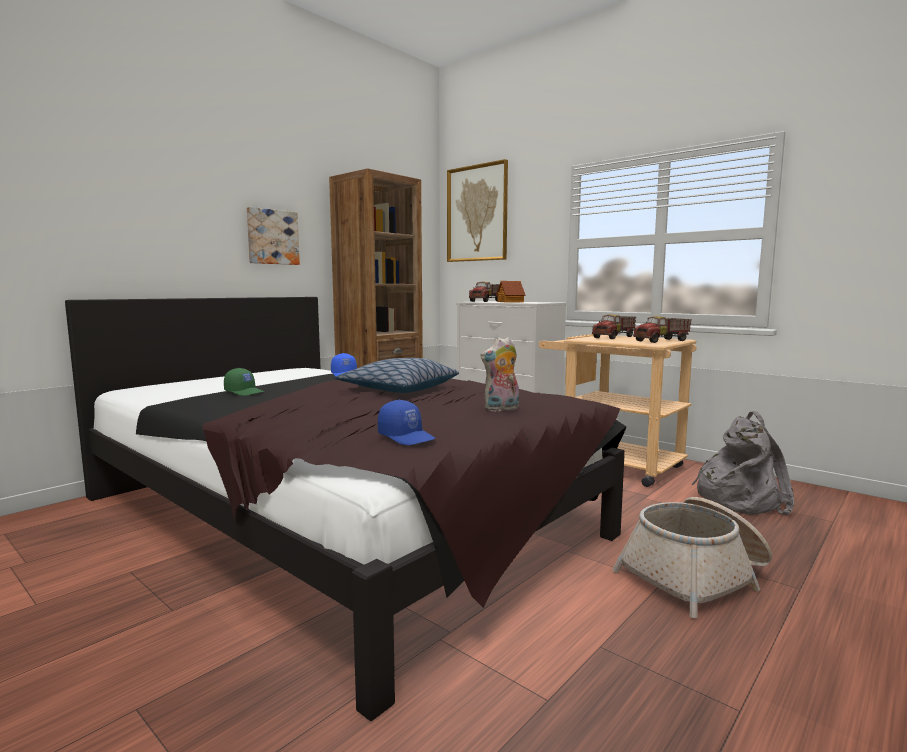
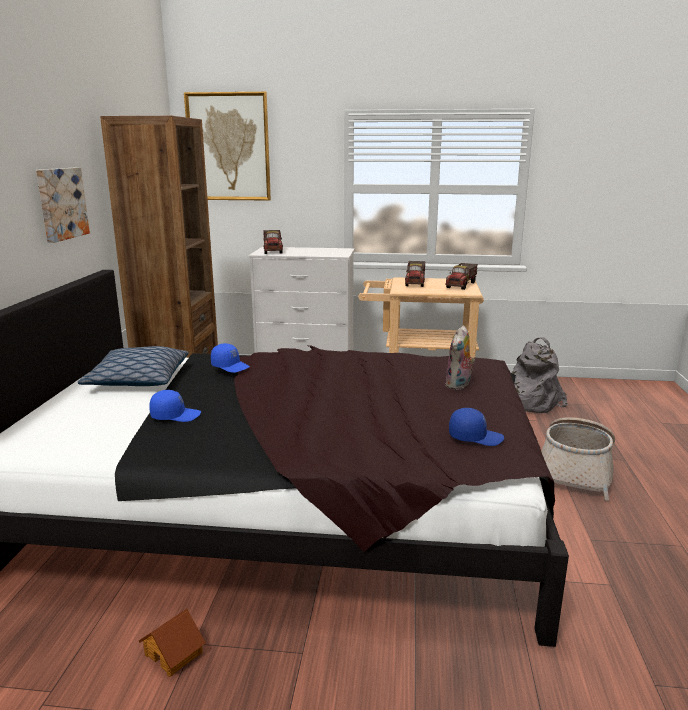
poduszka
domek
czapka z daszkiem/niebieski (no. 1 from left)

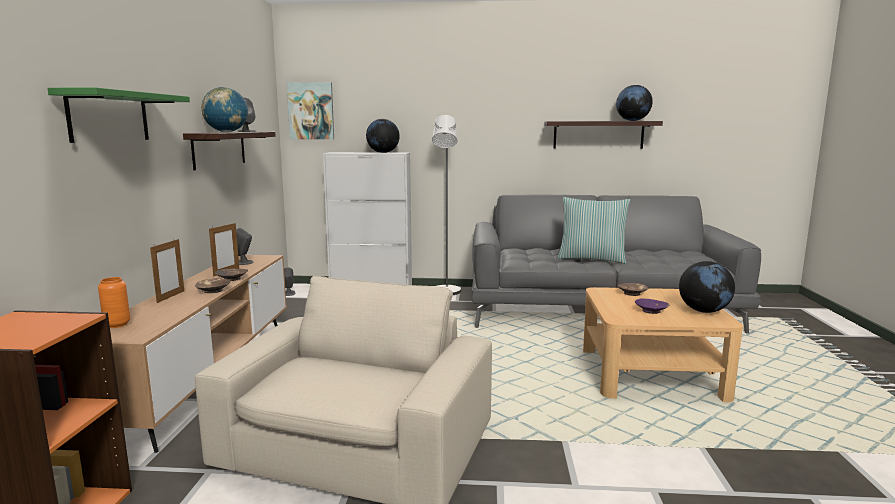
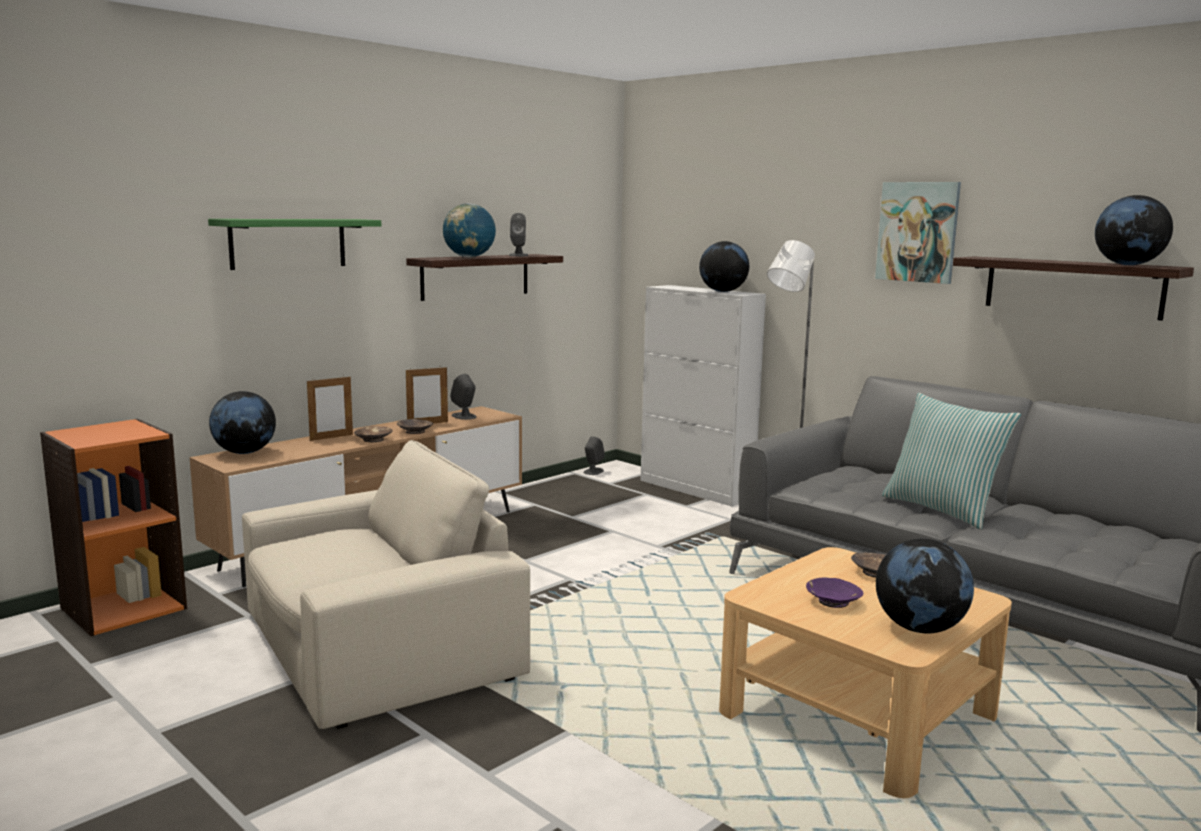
obraz
globus (no. 1 from left)

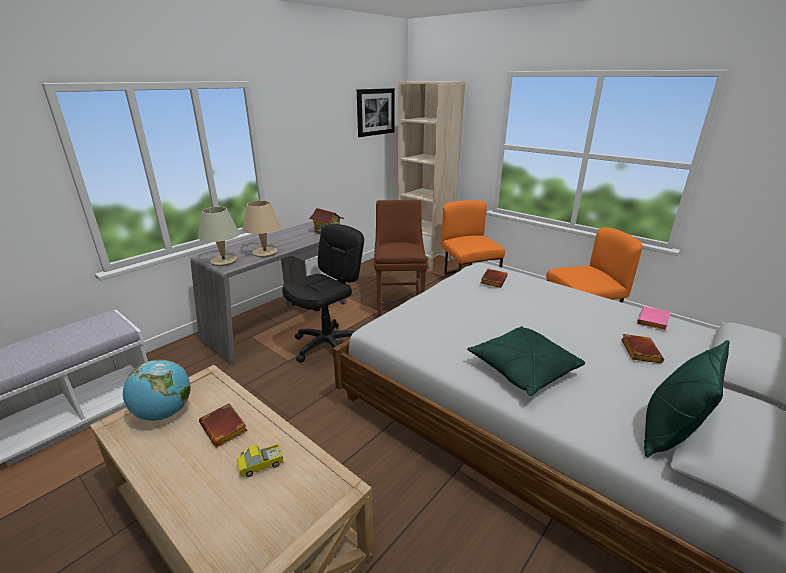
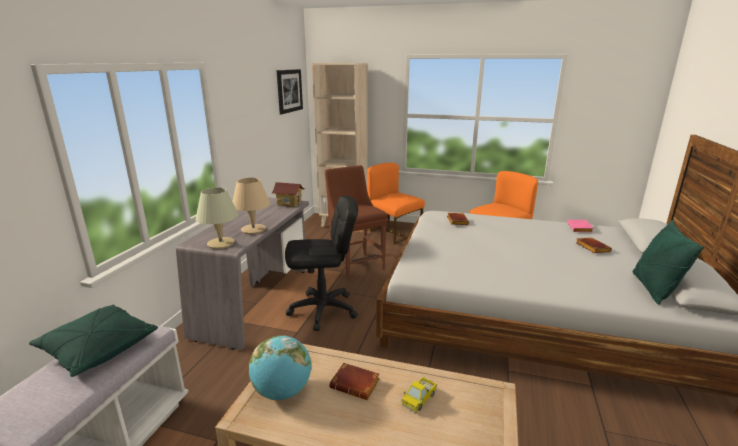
poduszka/zielony (no. 1 from left)
krzesło biurowe/czarny

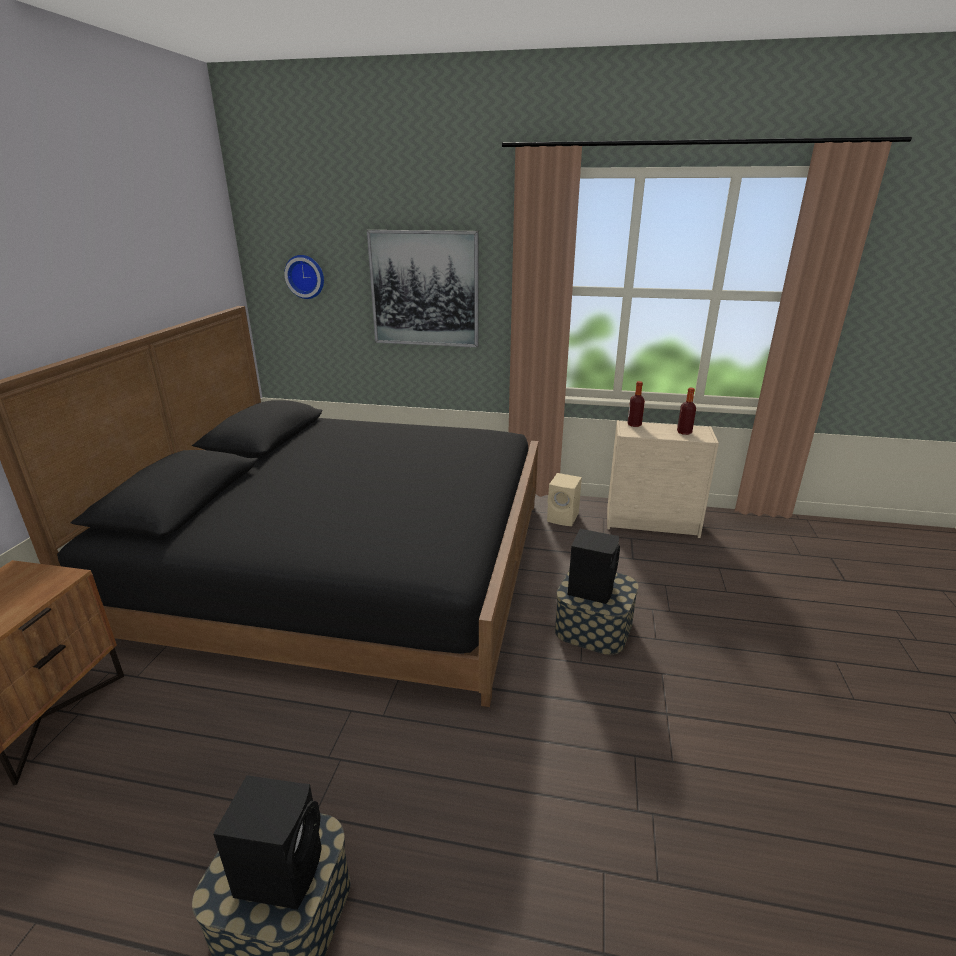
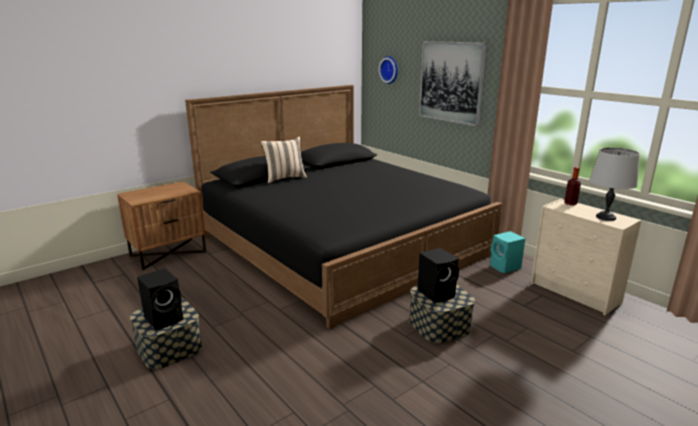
poduszka/beżowy
lampa stołowa/szary
głośnik/turkusowy

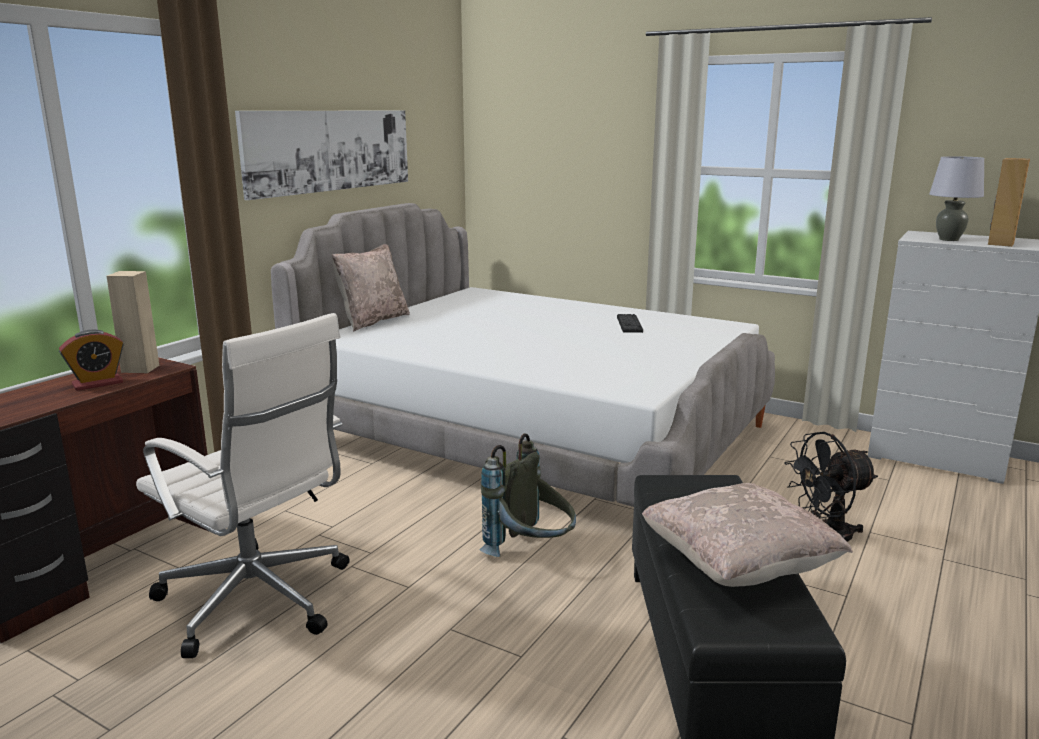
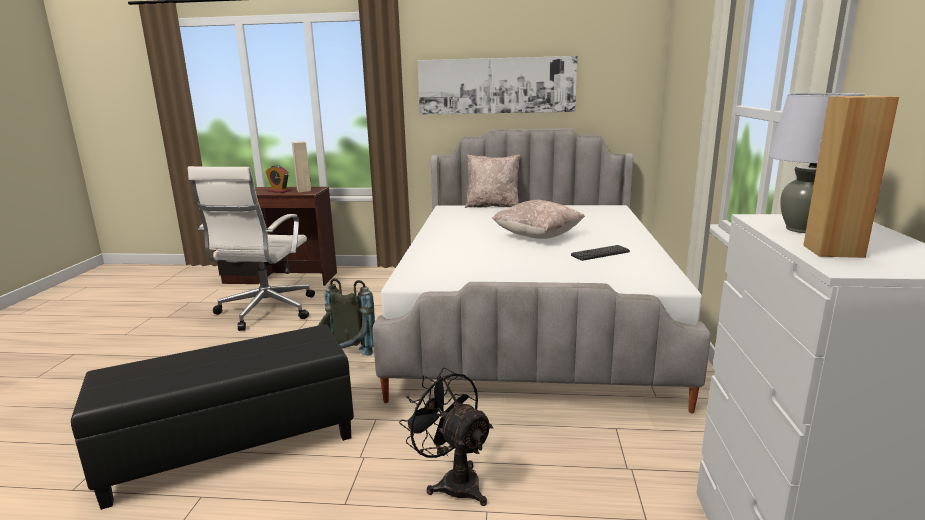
poduszka/beżowy (no. 2 from left)

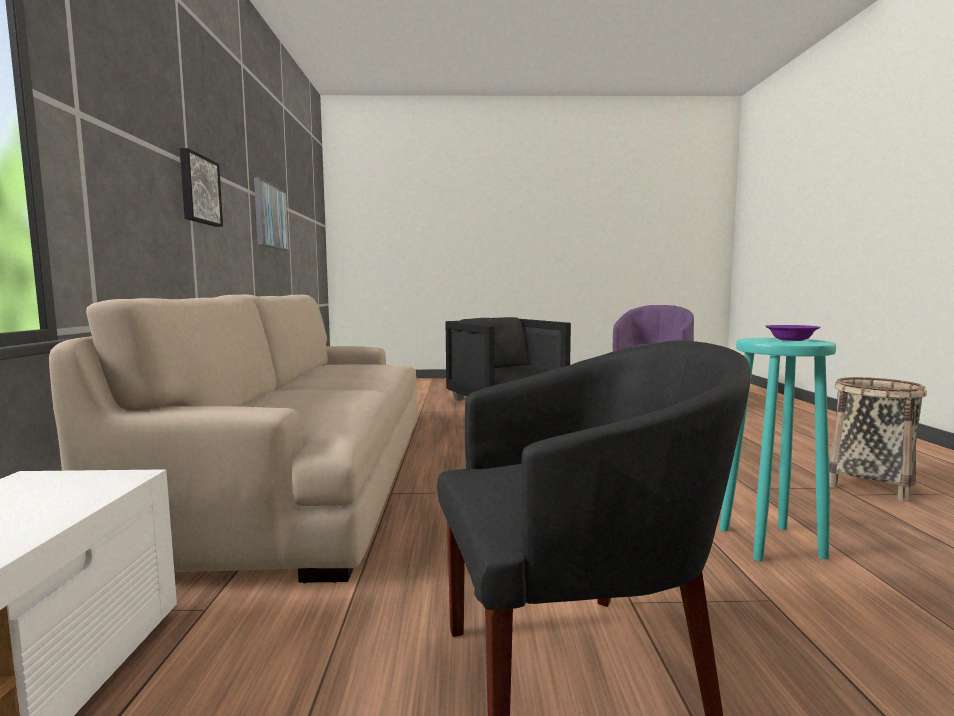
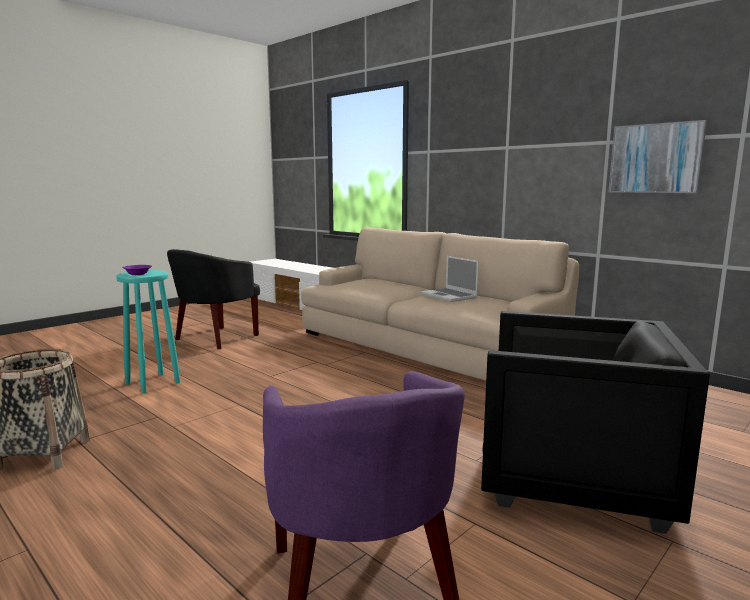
obraz (no. 1 from left in the first image)
laptop

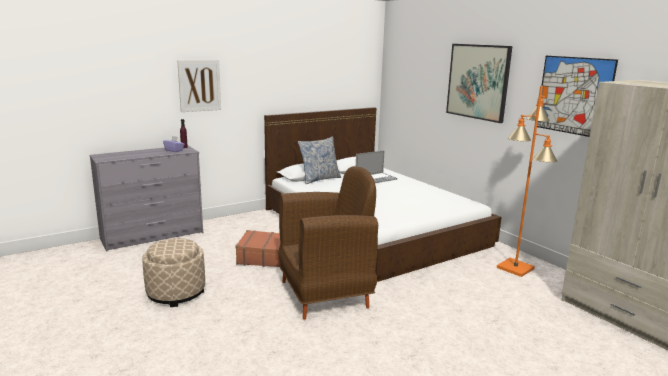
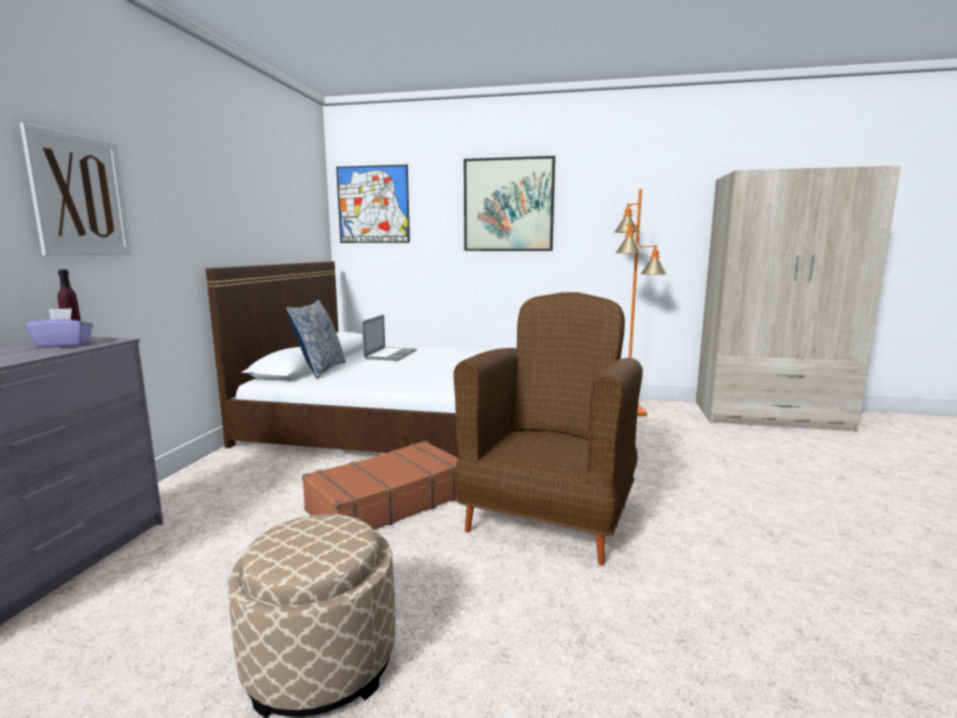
obraz (no. 2 from left)

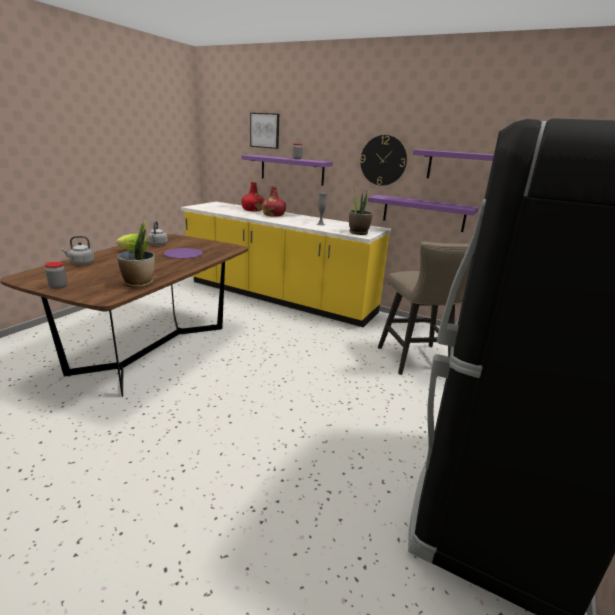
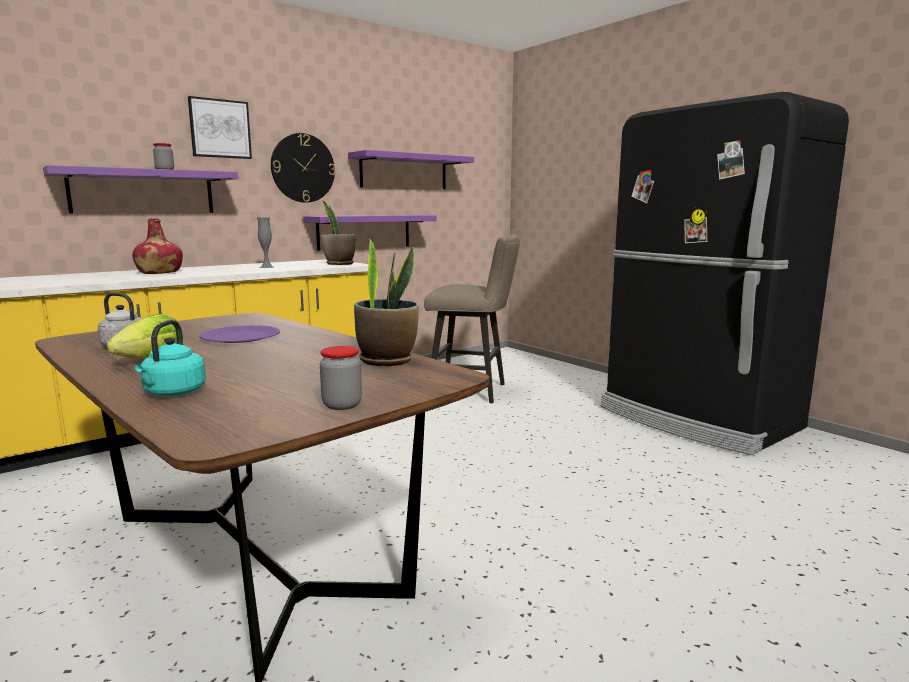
butelka/czerwony (no. 1 from left in the first image)
obraz
czajnik/turkusowy

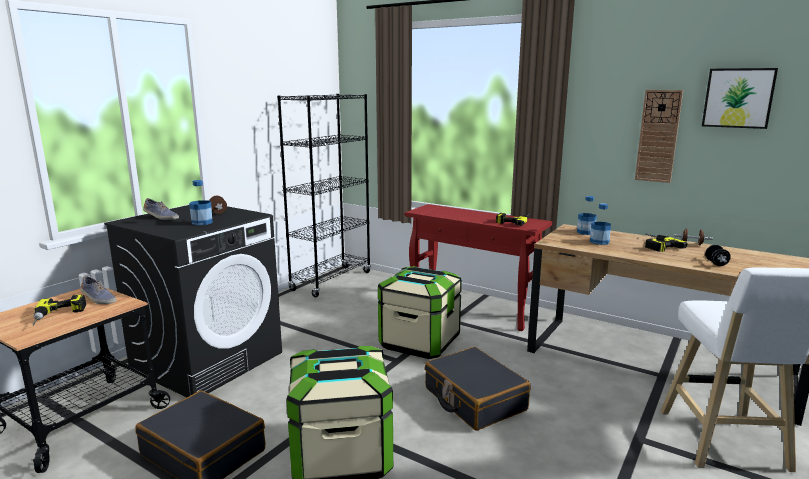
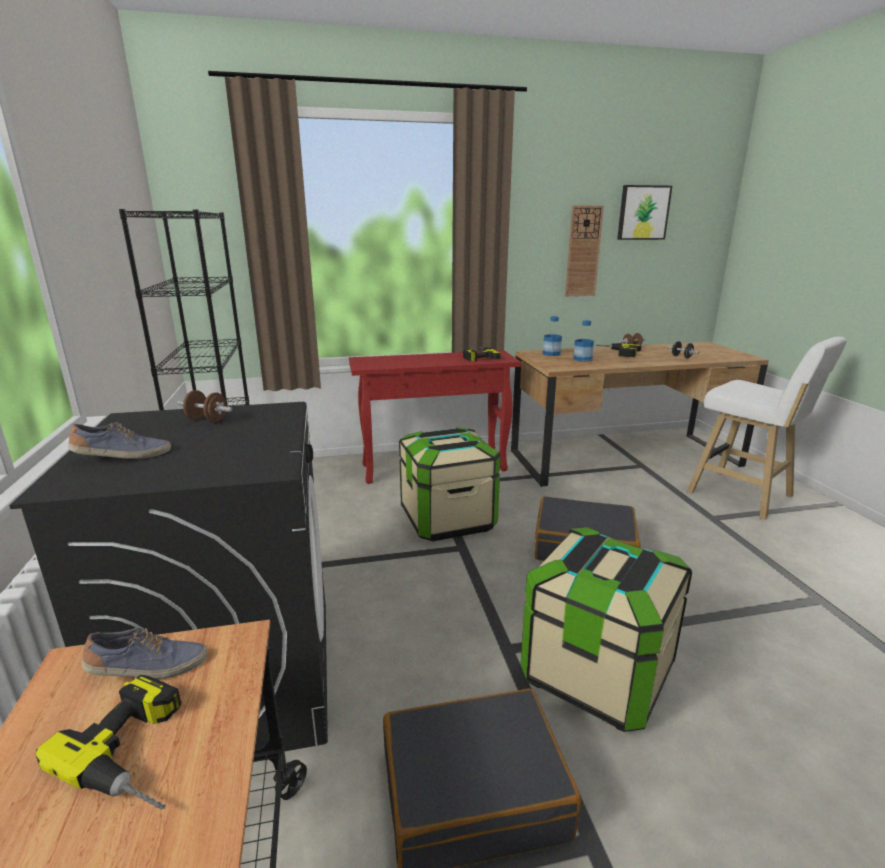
butelka (no. 1 from left in the first image)

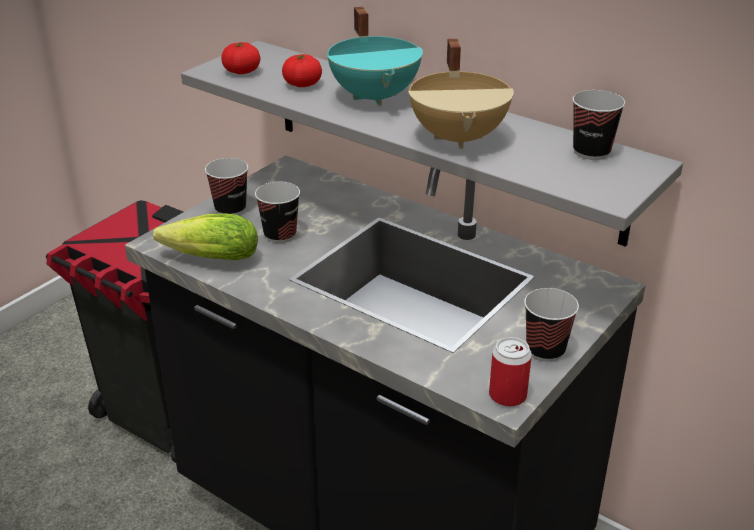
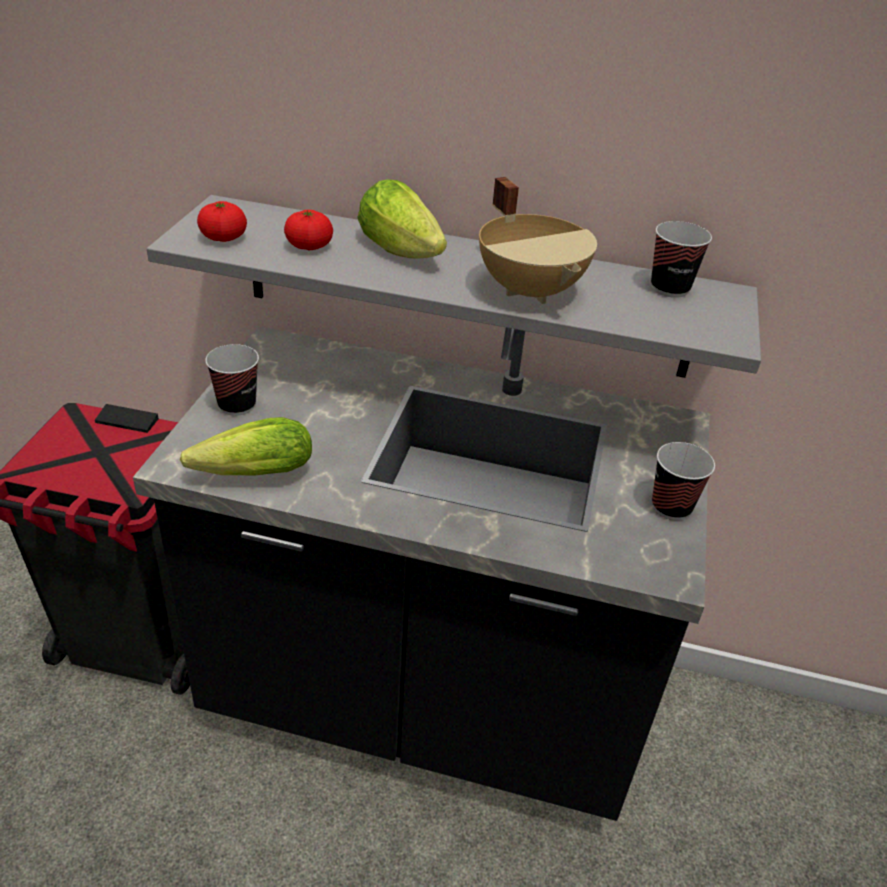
filiżanka (no. 2 from left in the first image)
puszka
sałata (no. 2 from left)

